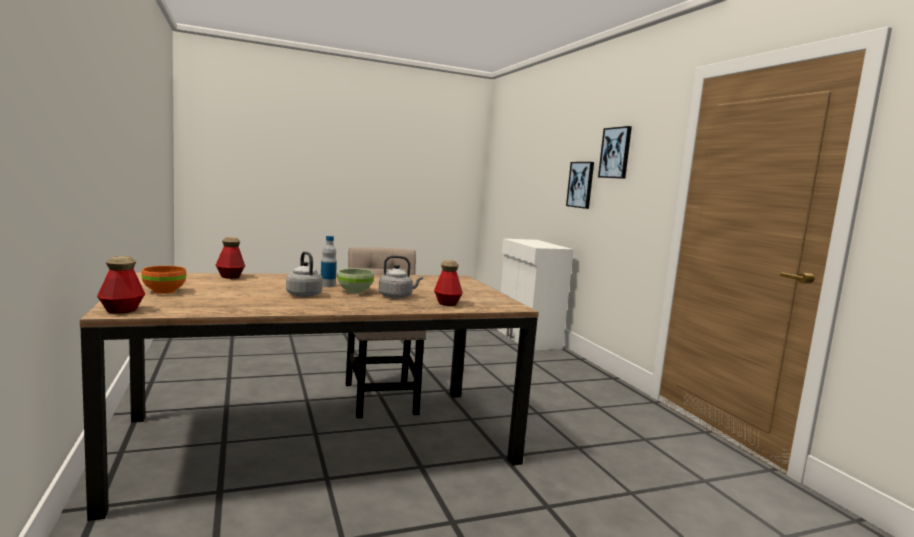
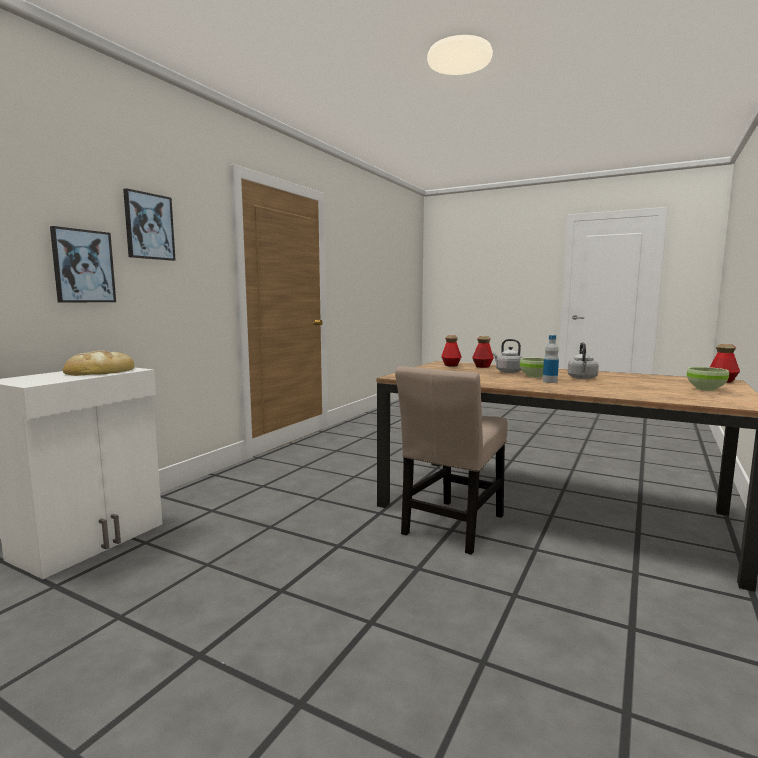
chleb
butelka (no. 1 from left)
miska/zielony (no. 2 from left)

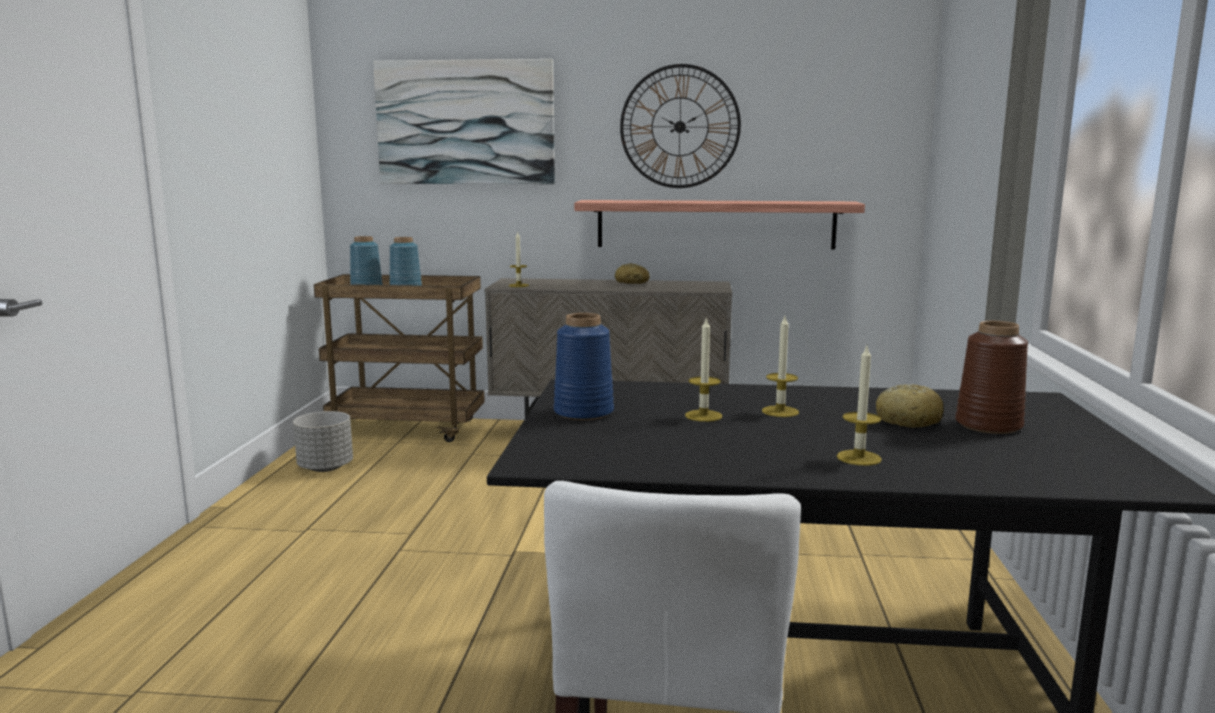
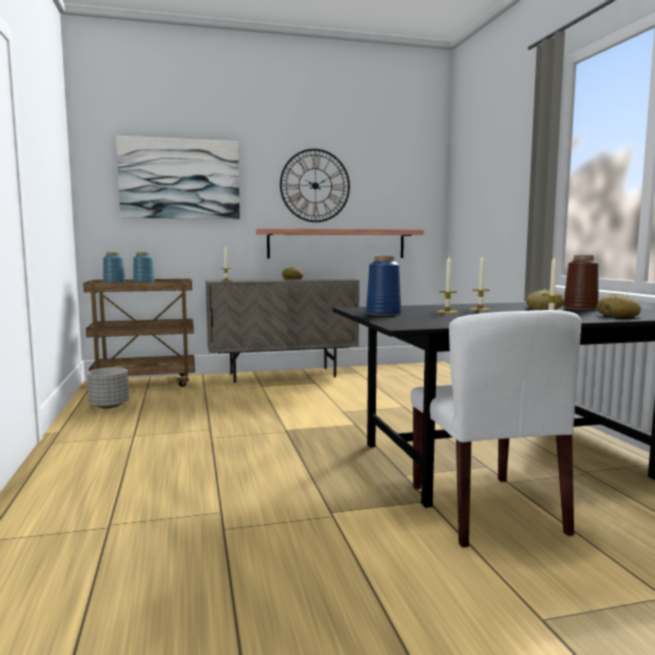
chleb (no. 3 from left)

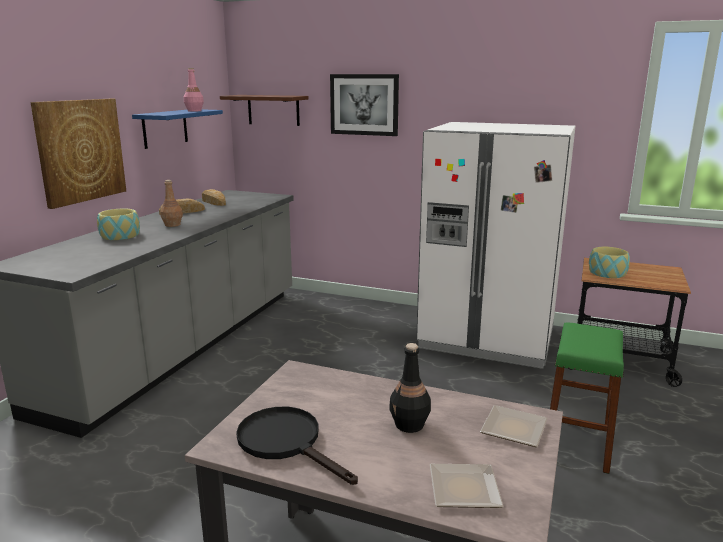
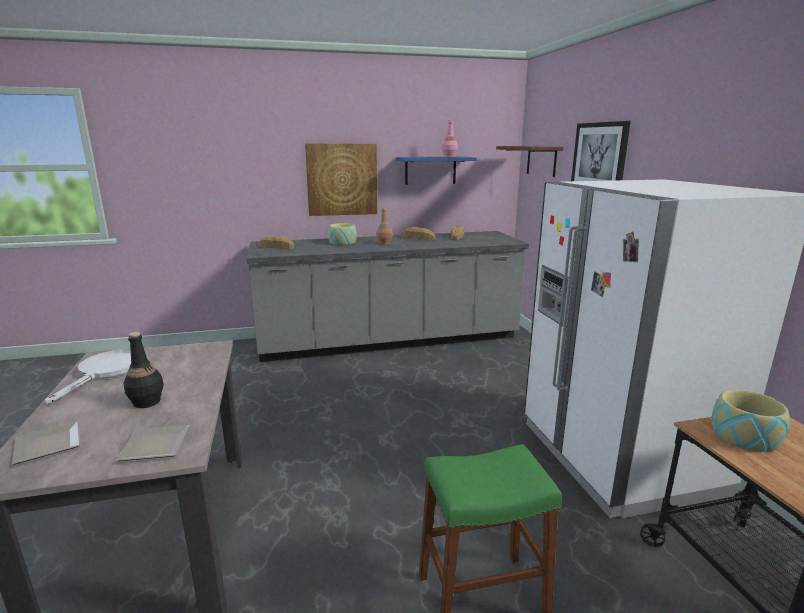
chleb (no. 1 from left)
patelnia/biały

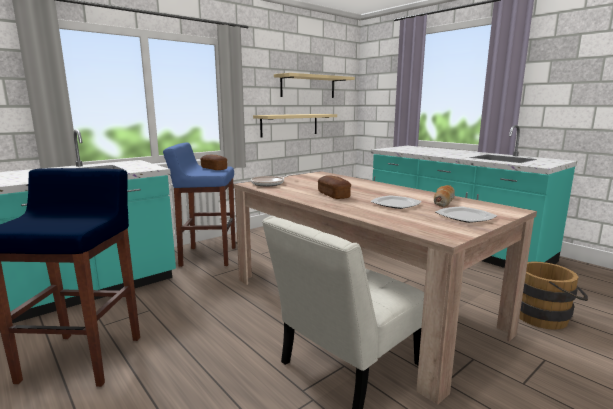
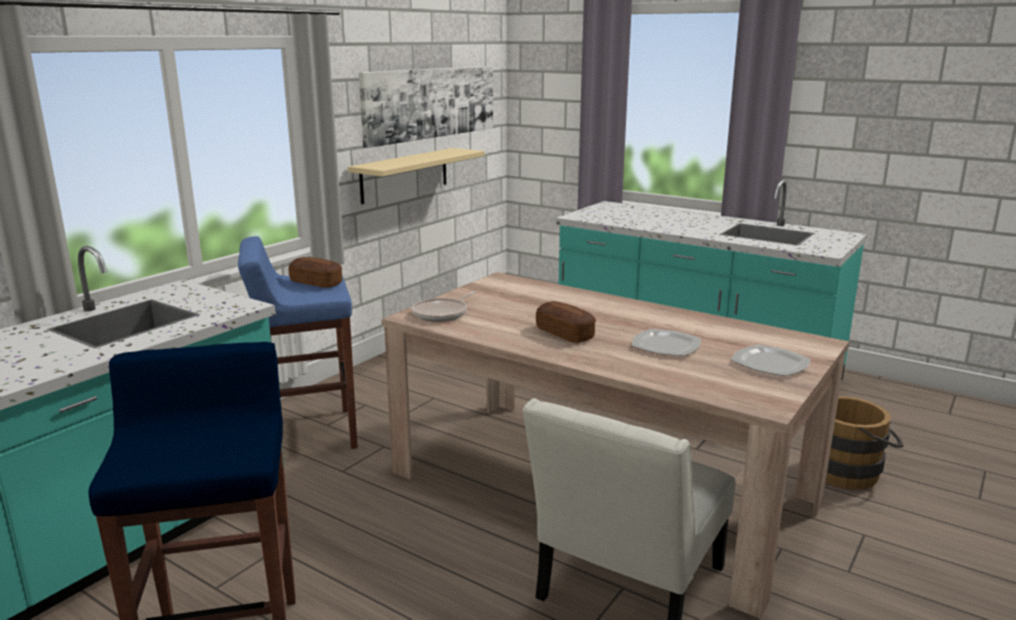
chleb (no. 3 from left in the first image)
obraz

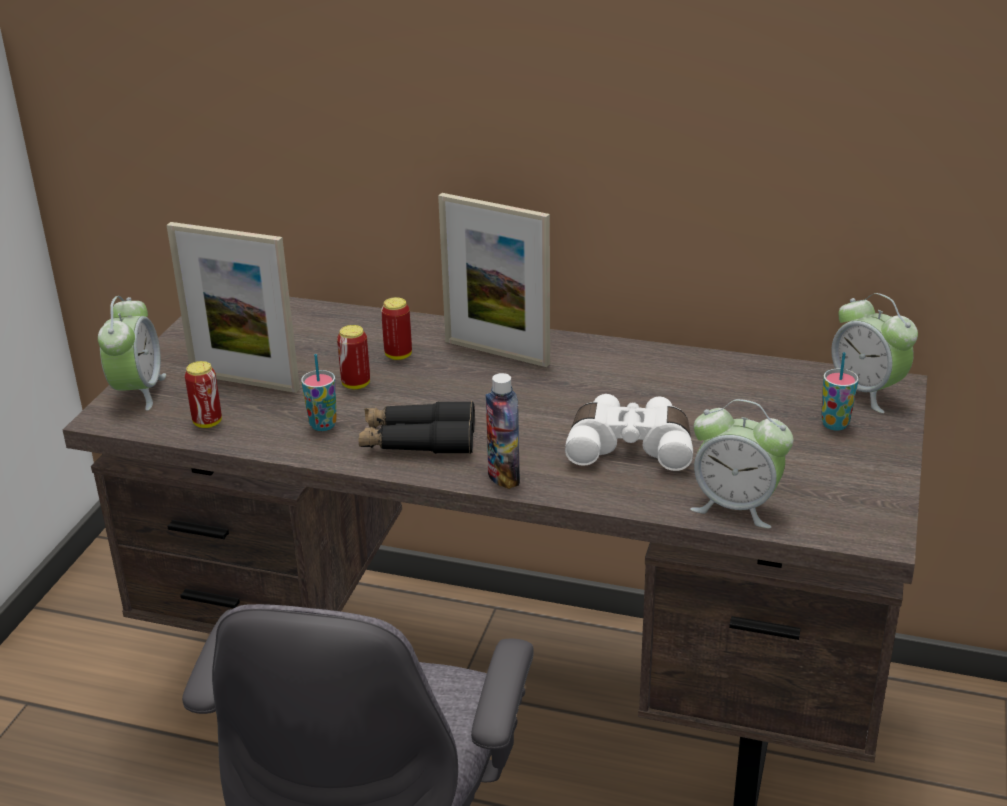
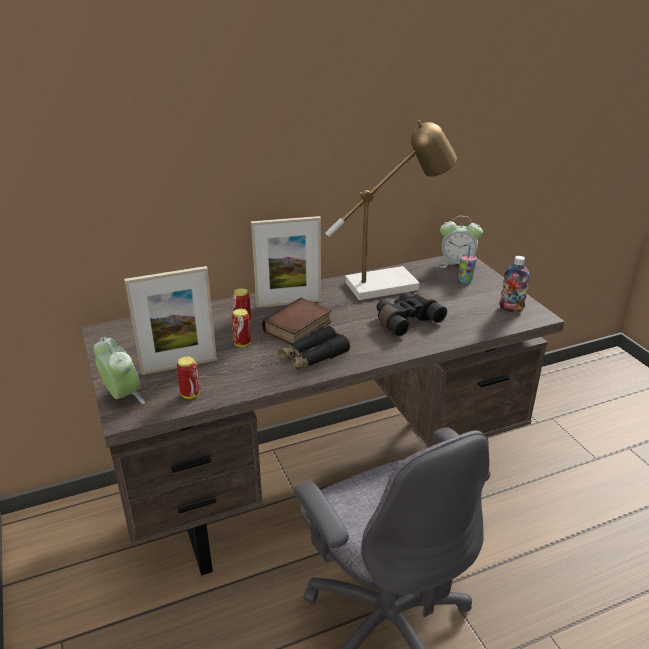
filiżanka (no. 1 from left in the first image)
budzik (no. 2 from left in the first image)
książka
lampa stołowa
butelka
lornetka/czarny (no. 2 from left)

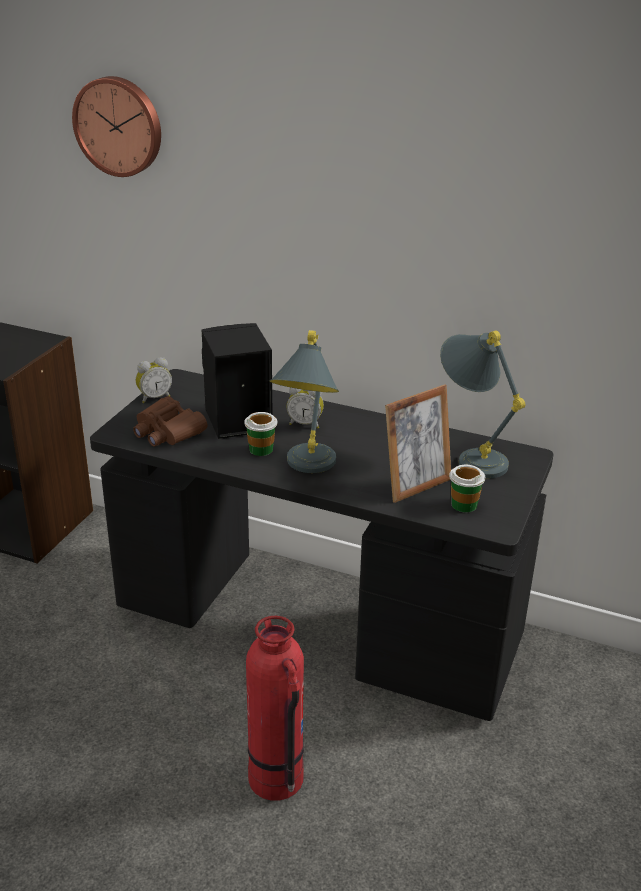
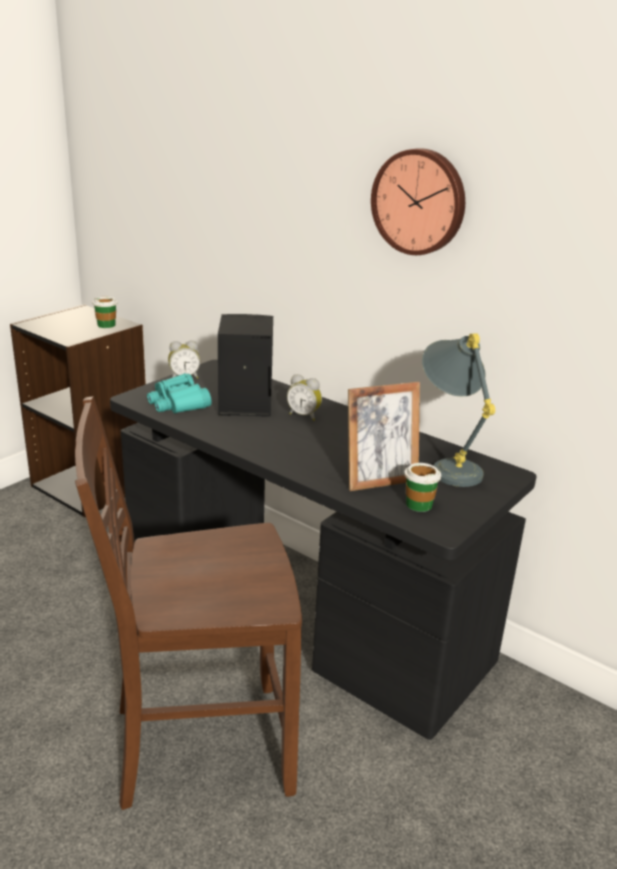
lampa stołowa/szary (no. 1 from left in the first image)
zegar ścienny
filiżanka (no. 1 from left)
krzesło/brązowy
lornetka/turkusowy

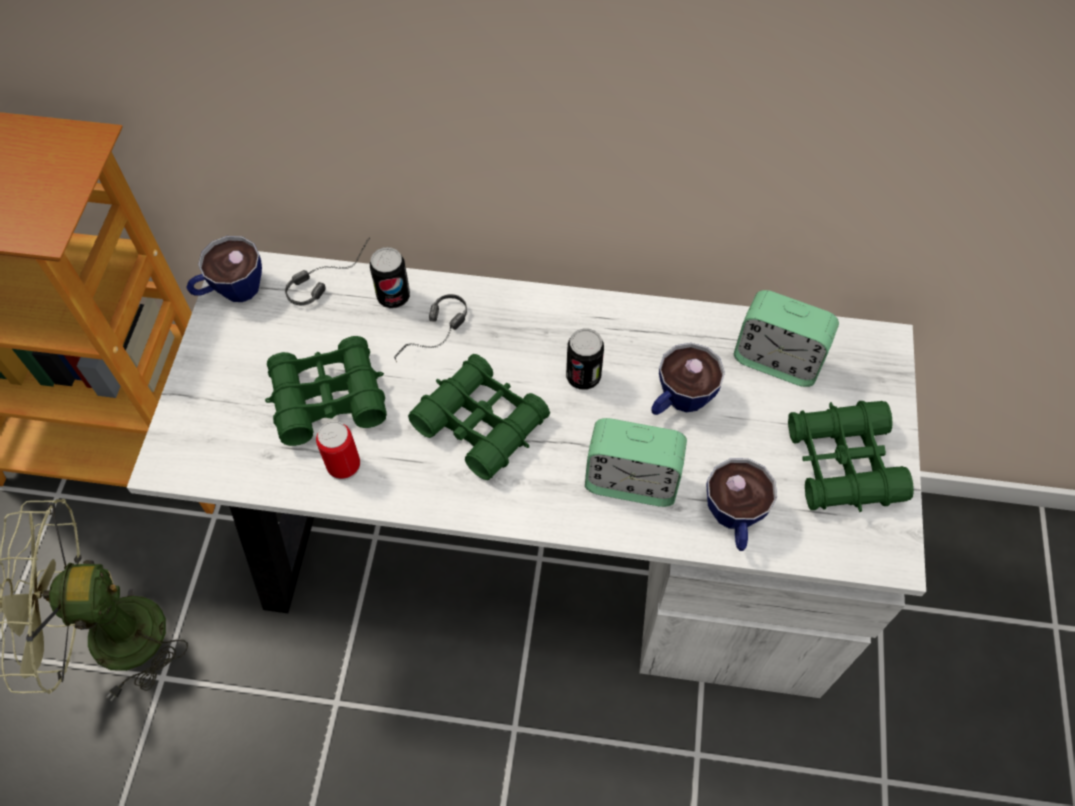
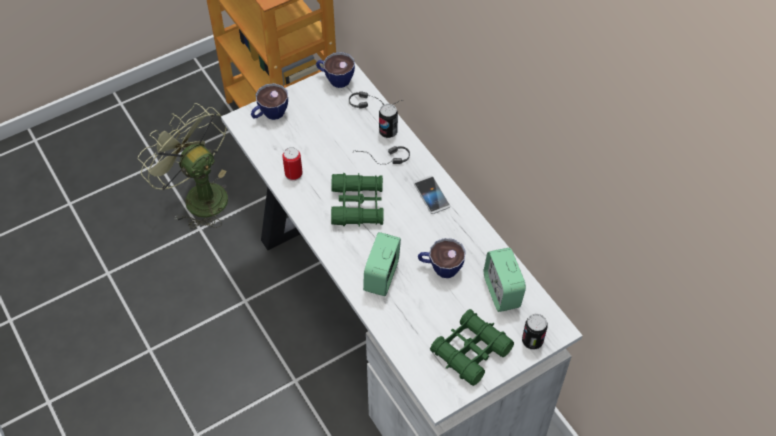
lornetka/zielony (no. 1 from left in the first image)
telefon
puszka (no. 3 from left)
filiżanka (no. 1 from left)
budzik (no. 1 from left)

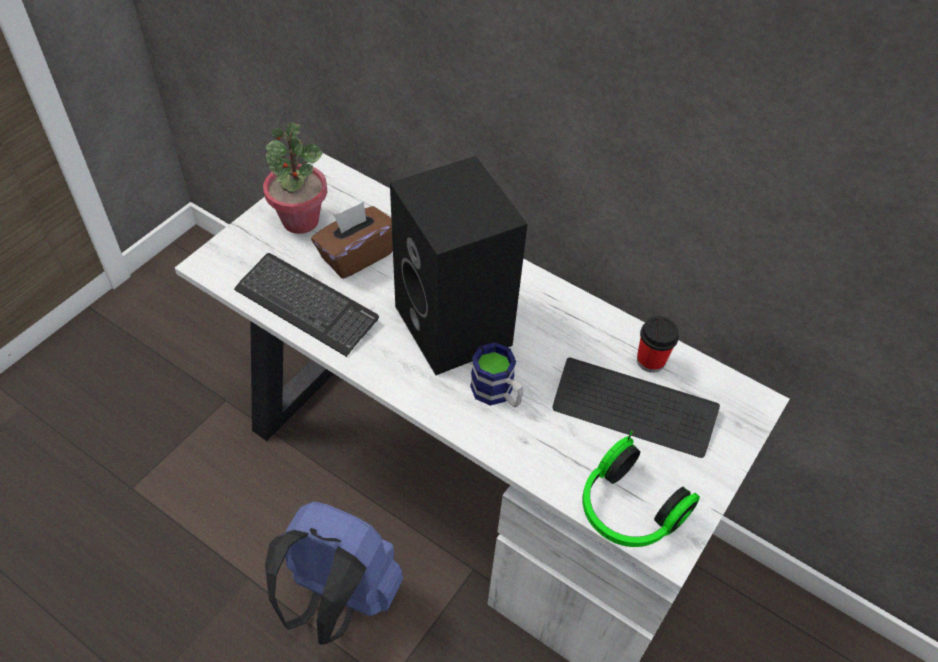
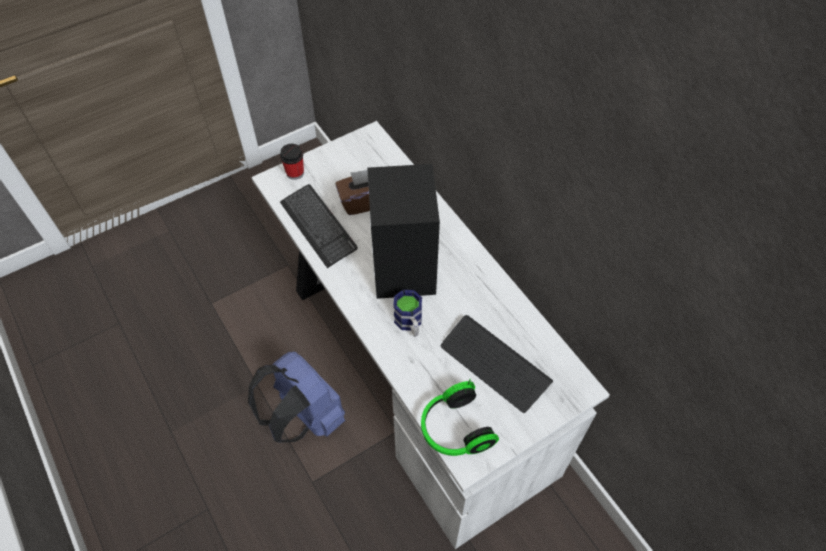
roślina doniczkowa
filiżanka

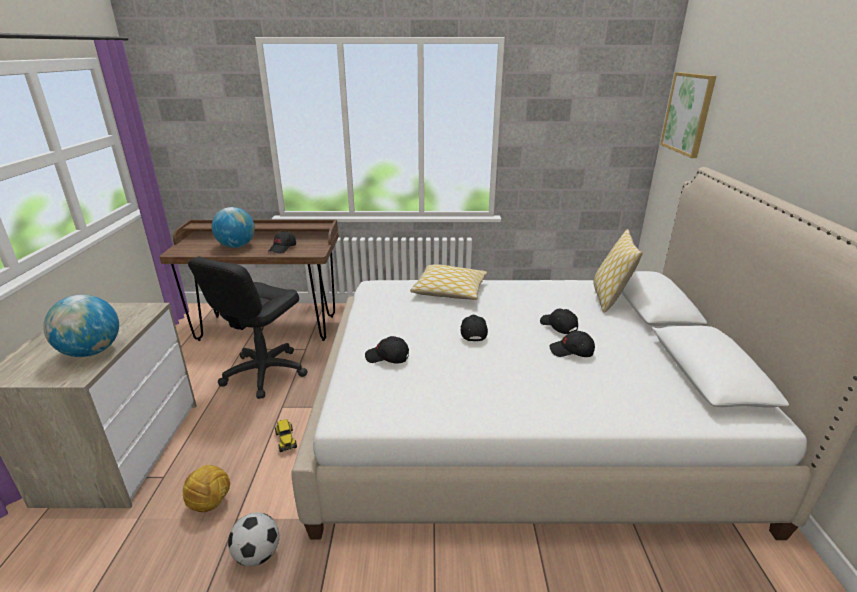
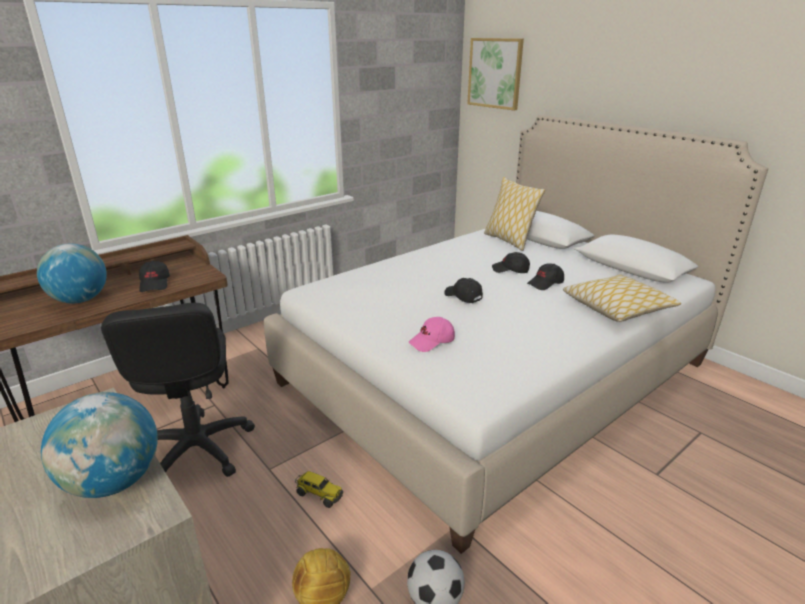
poduszka (no. 2 from left)
czapka z daszkiem/różowy

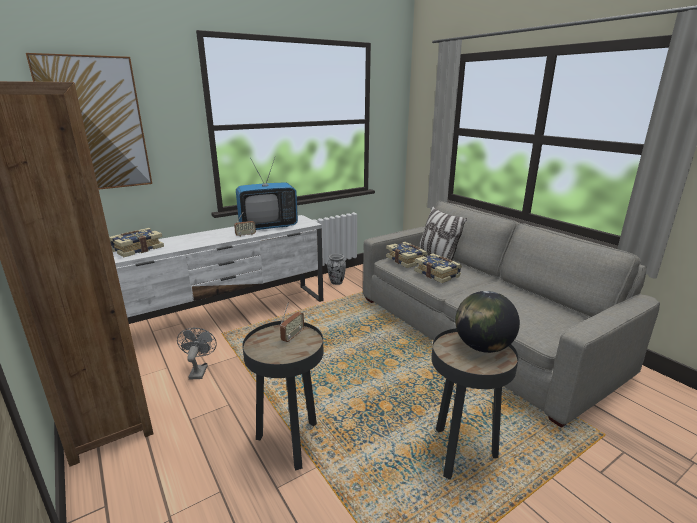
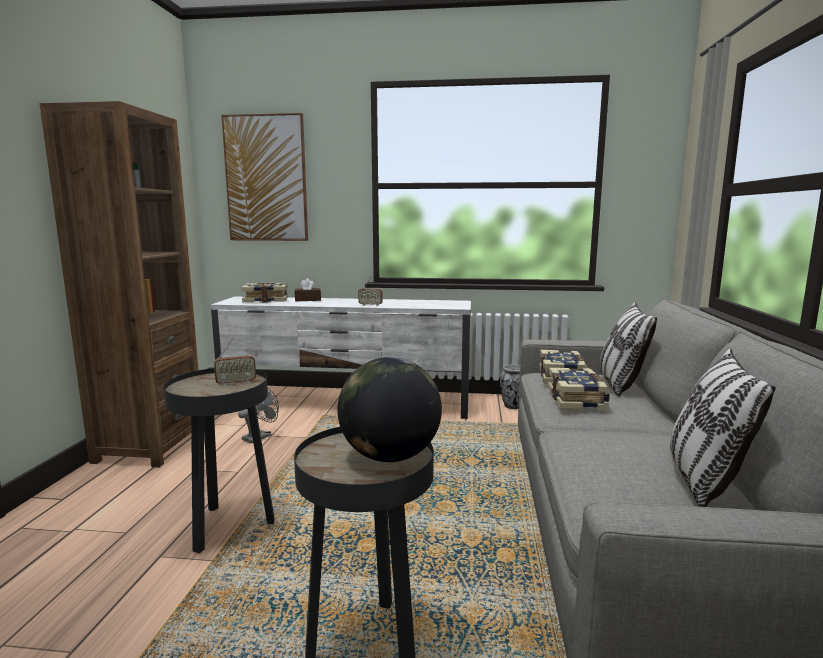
telewizor
pudełko chusteczek/brązowy
poduszka (no. 2 from left)

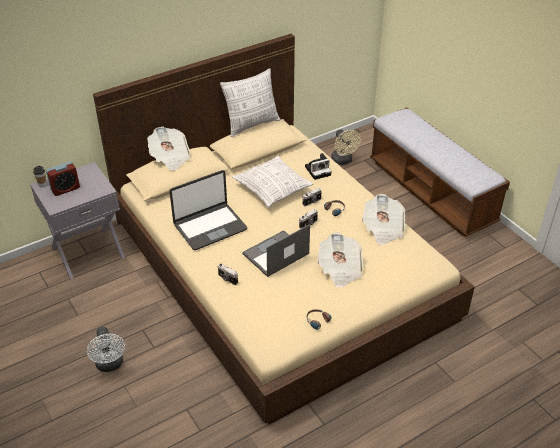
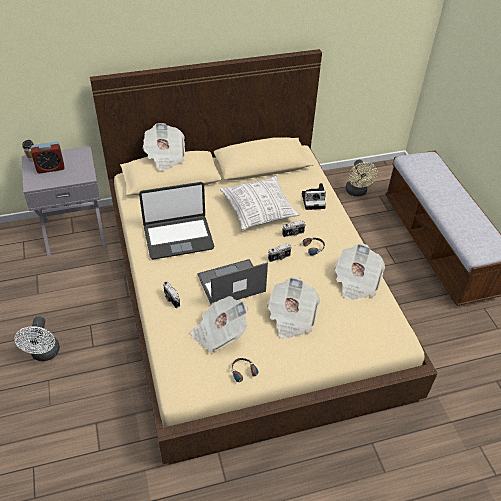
poduszka (no. 1 from left in the first image)
gazeta (no. 2 from left)

